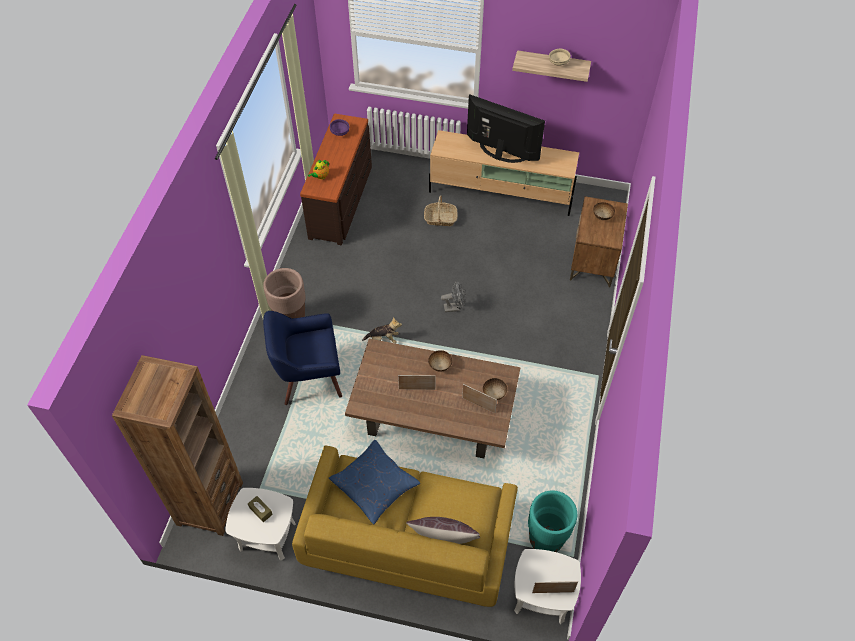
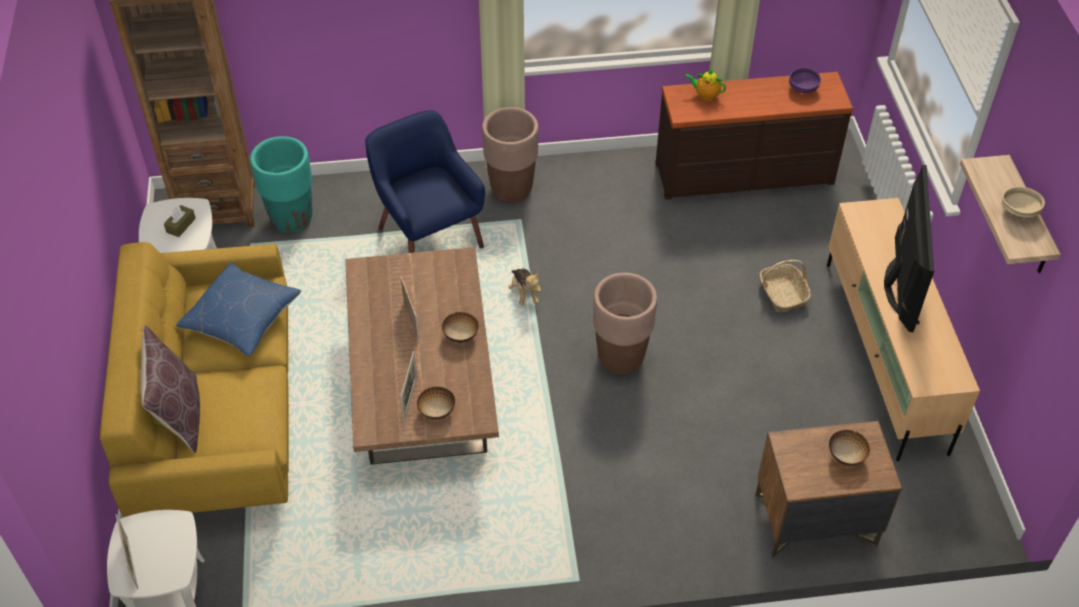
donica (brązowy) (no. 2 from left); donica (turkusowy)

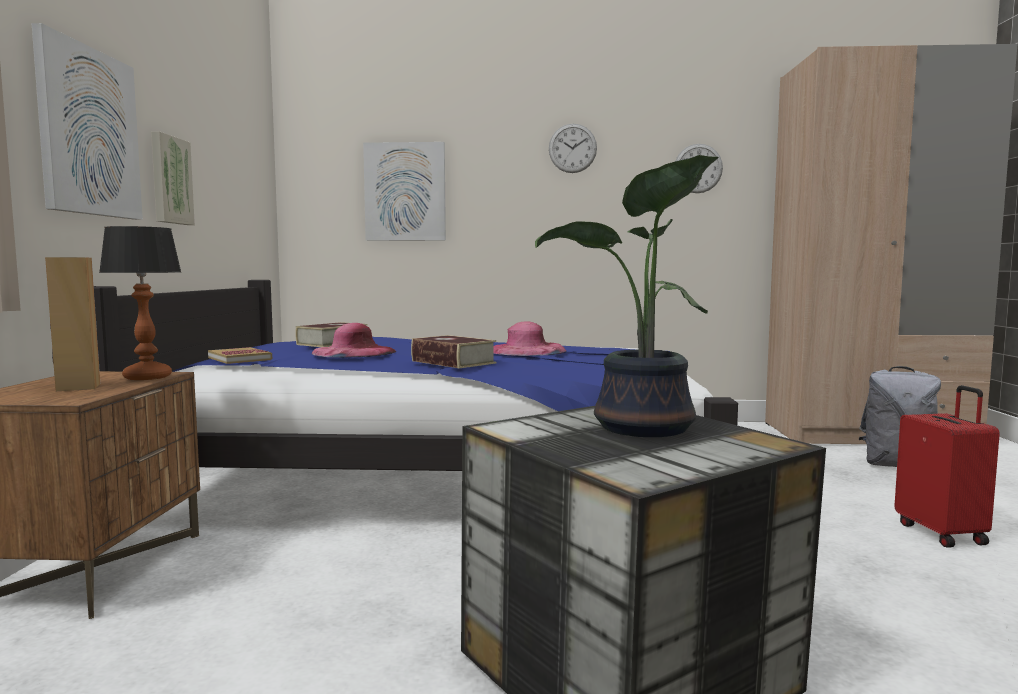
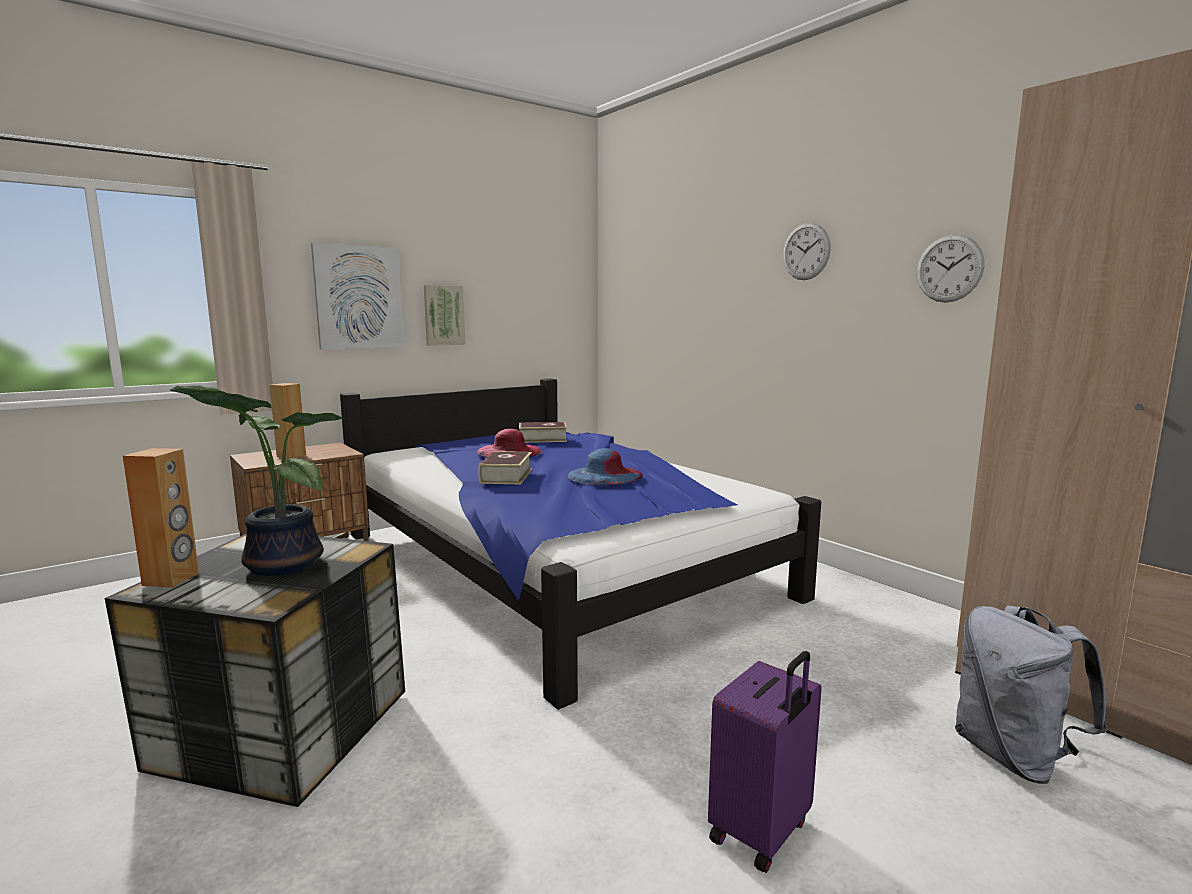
obraz (no. 3 from left in the first image); lampa stołowa; kapelusz (niebieski); książka (no. 1 from left in the first image); walizka (fioletowy); głośnik (brązowy) (no. 1 from left)

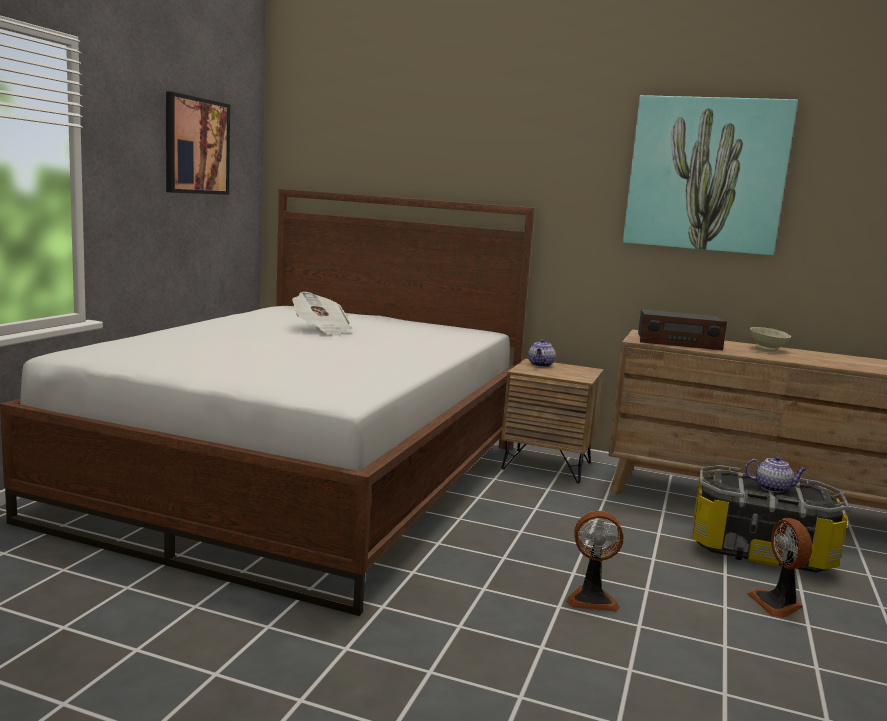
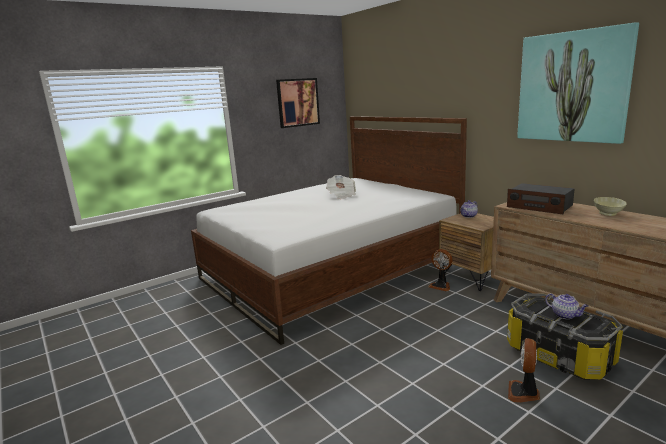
wentylator (no. 1 from left)

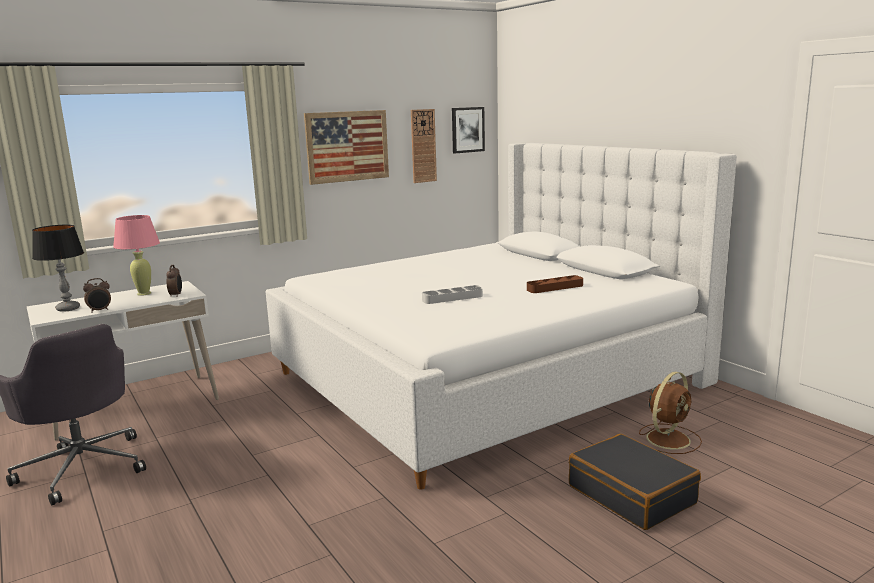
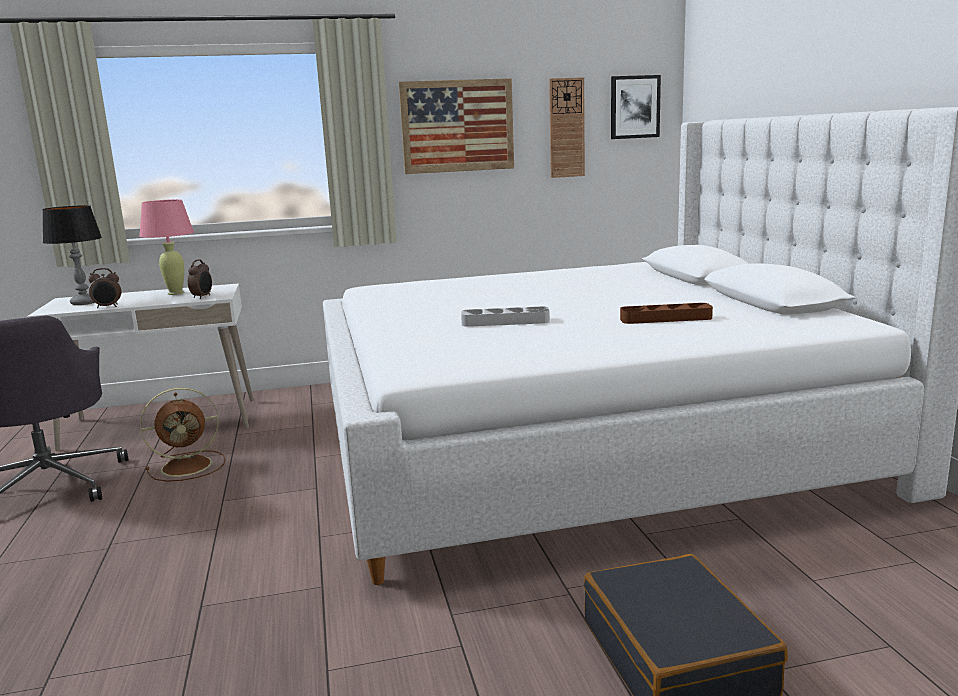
wentylator (brązowy)

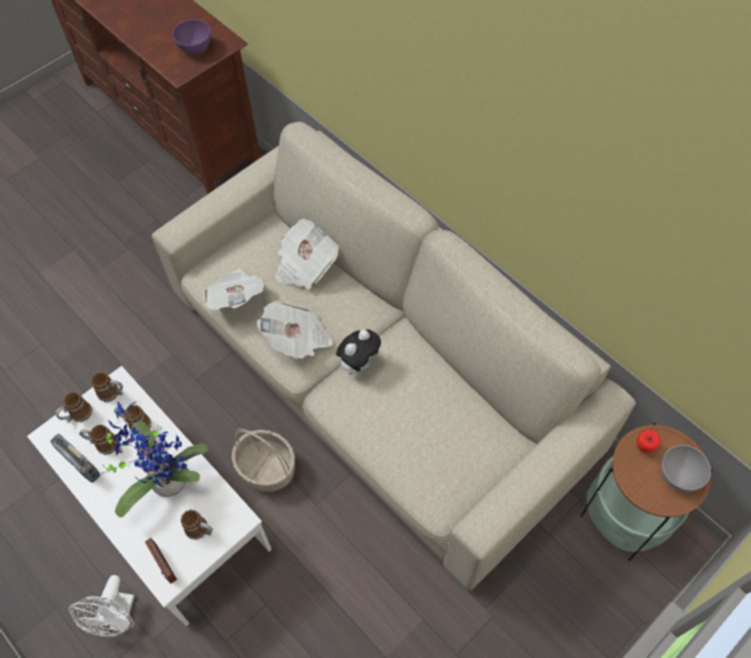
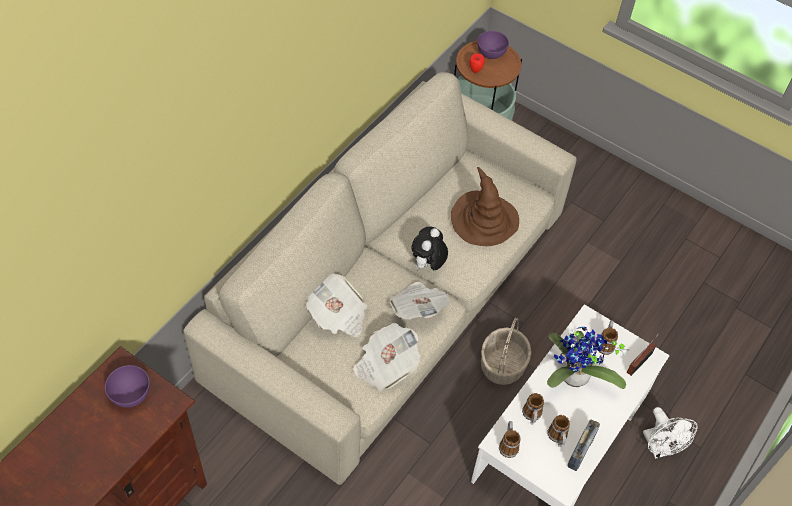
pluszak; kubek (no. 1 from left in the first image); miska (fioletowy) (no. 2 from left); wentylator (biały); kapelusz (brązowy)

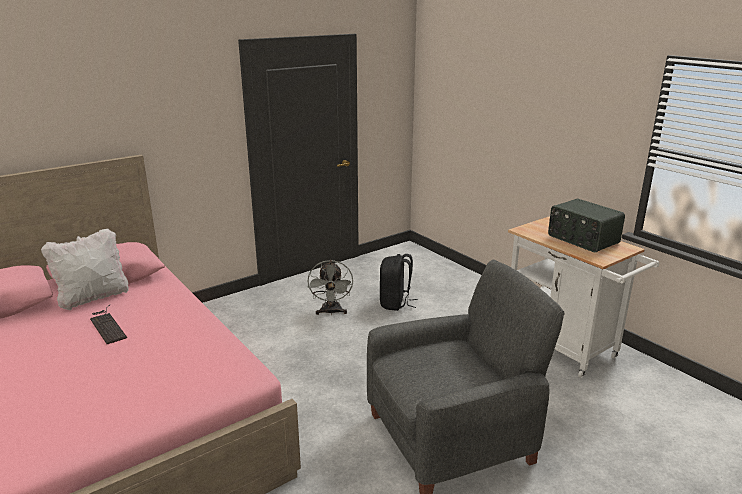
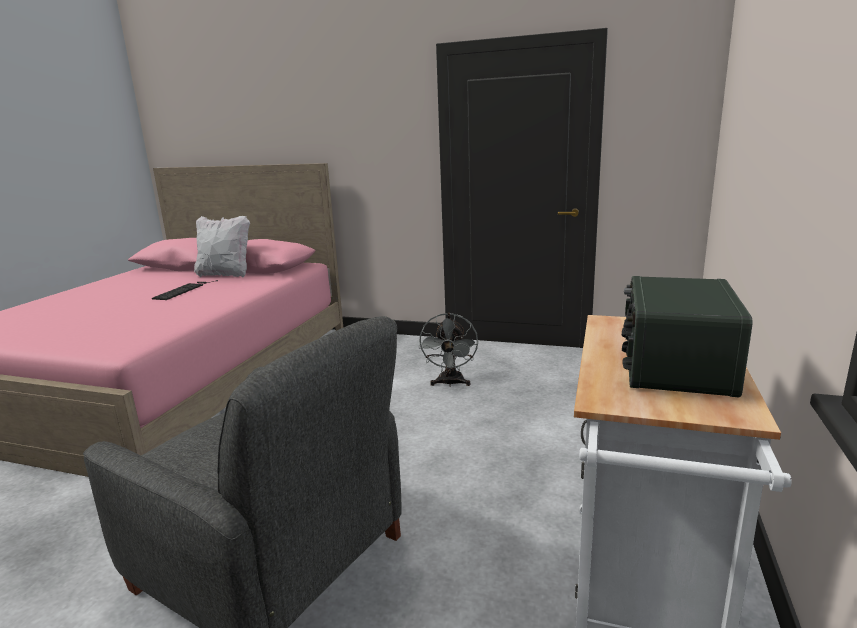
plecak (czarny); wentylator (szary)

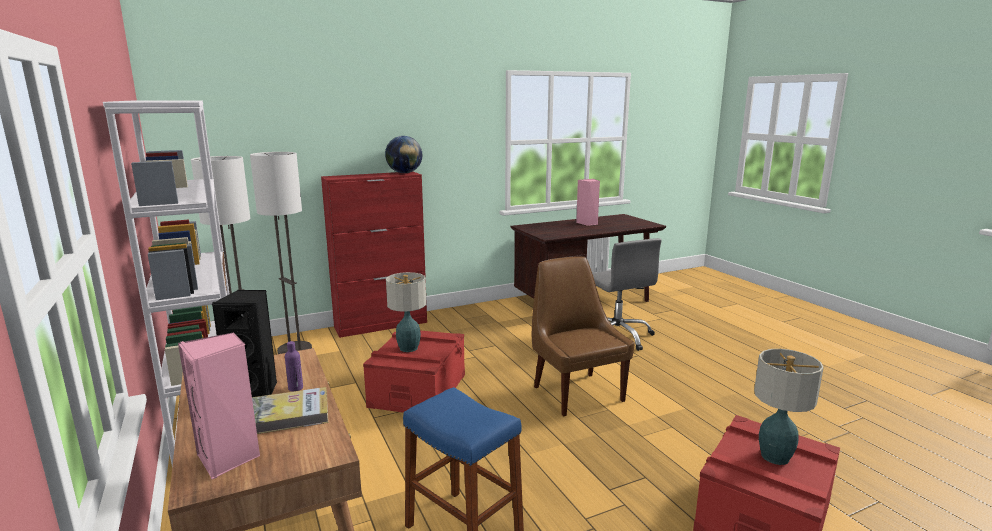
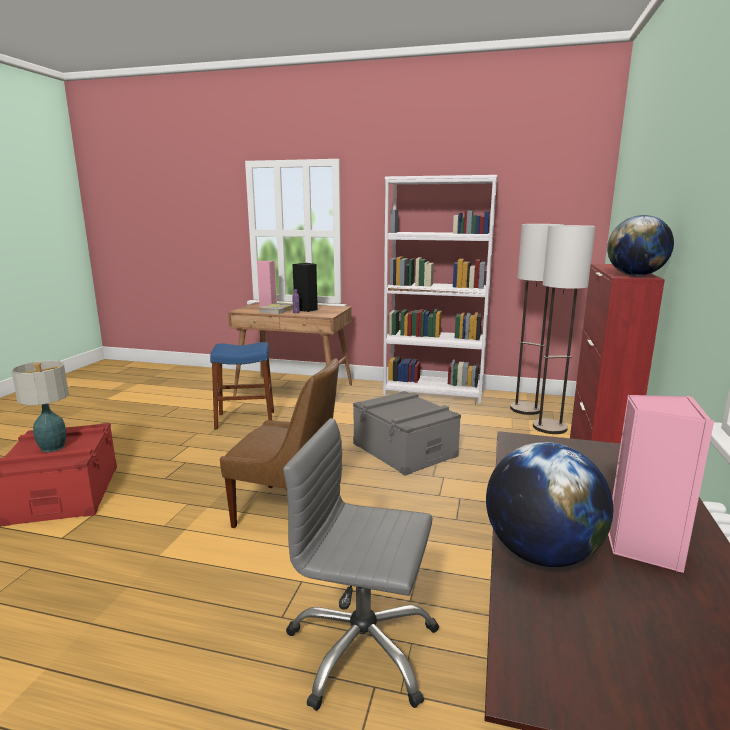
lampa stołowa (no. 1 from left in the first image); pojemnik do przechowywania (szary); globus (no. 1 from left)

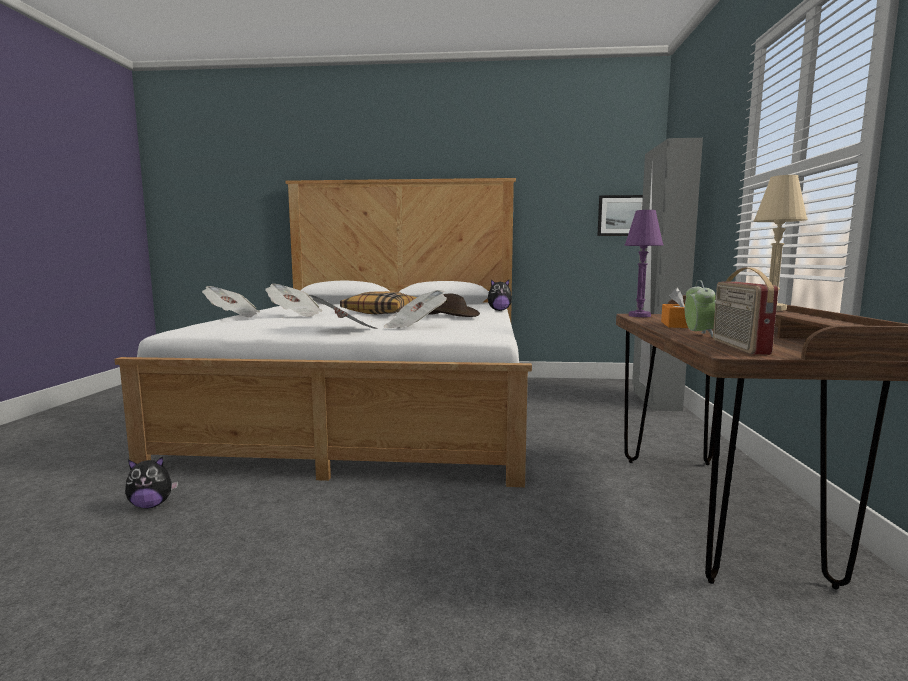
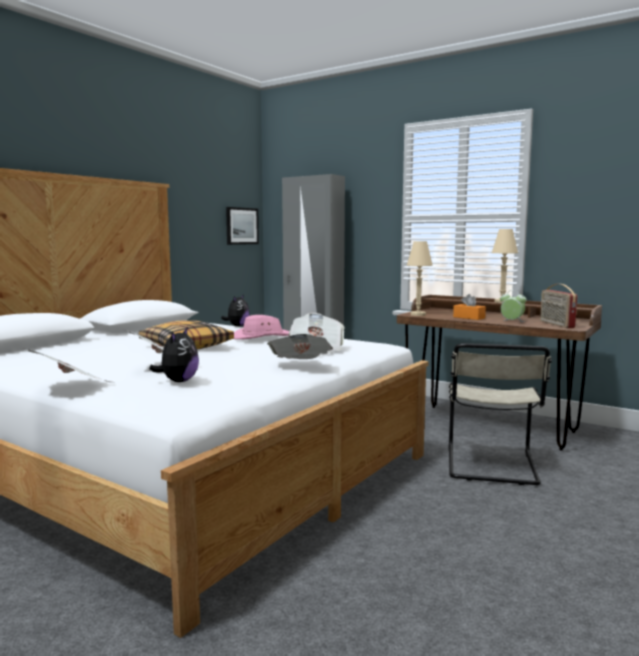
lampa stołowa (beżowy) (no. 1 from left); radio; kapelusz (różowy); pluszak (no. 1 from left); krzesło (beżowy)

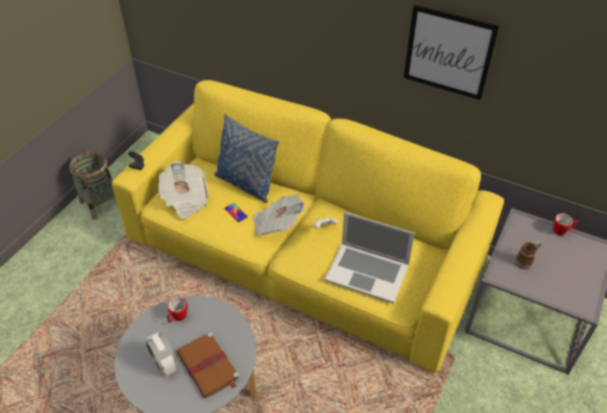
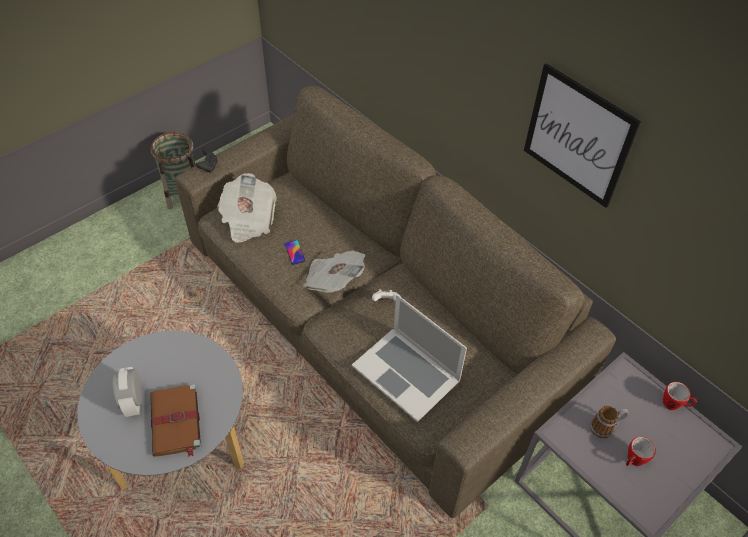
kanapa (brązowy); poduszka (niebieski); kubek (no. 2 from left)

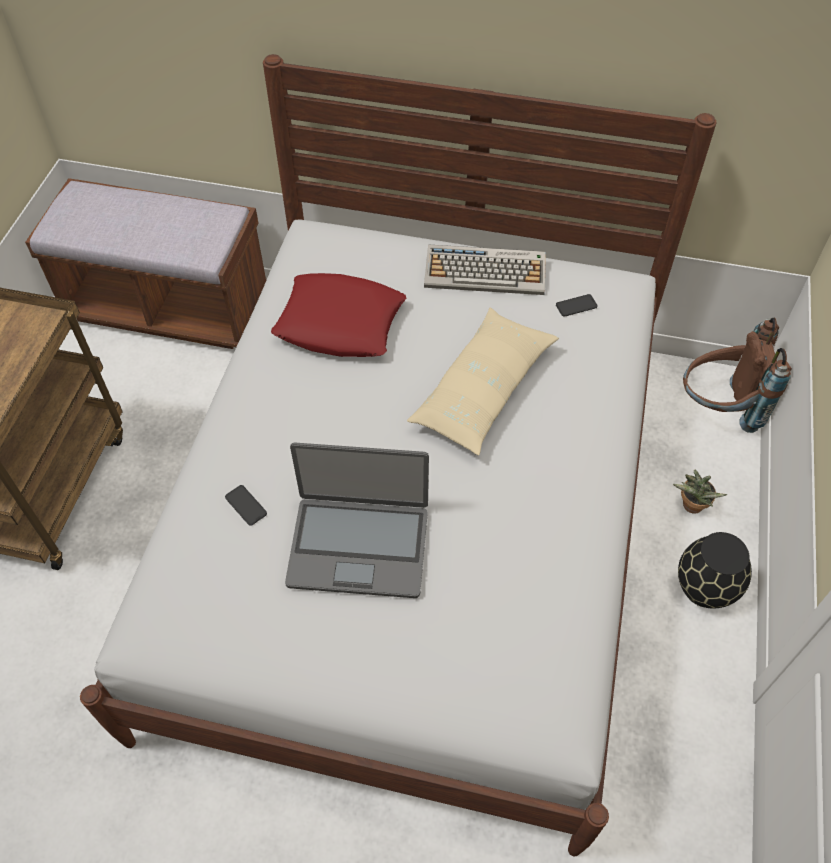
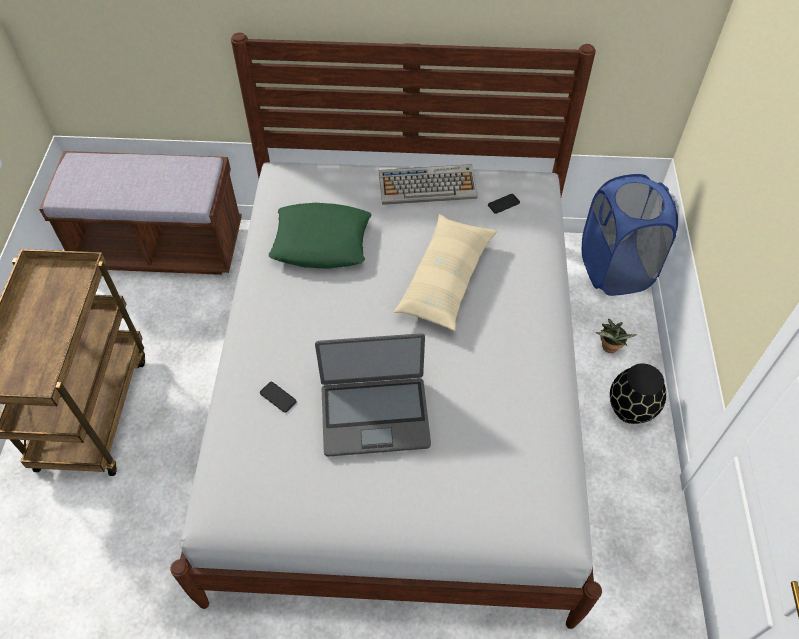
poduszka (zielony); kosz na pranie (niebieski)

